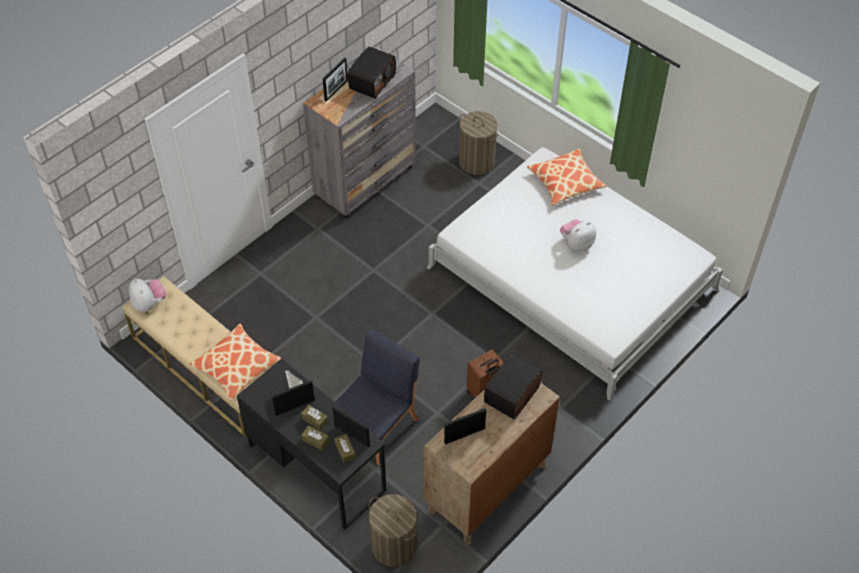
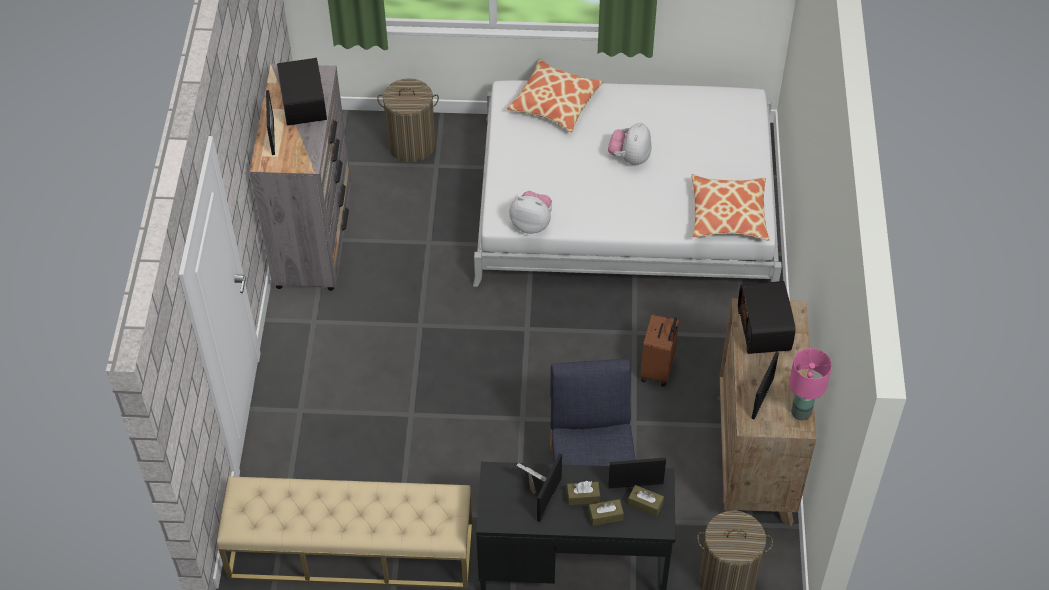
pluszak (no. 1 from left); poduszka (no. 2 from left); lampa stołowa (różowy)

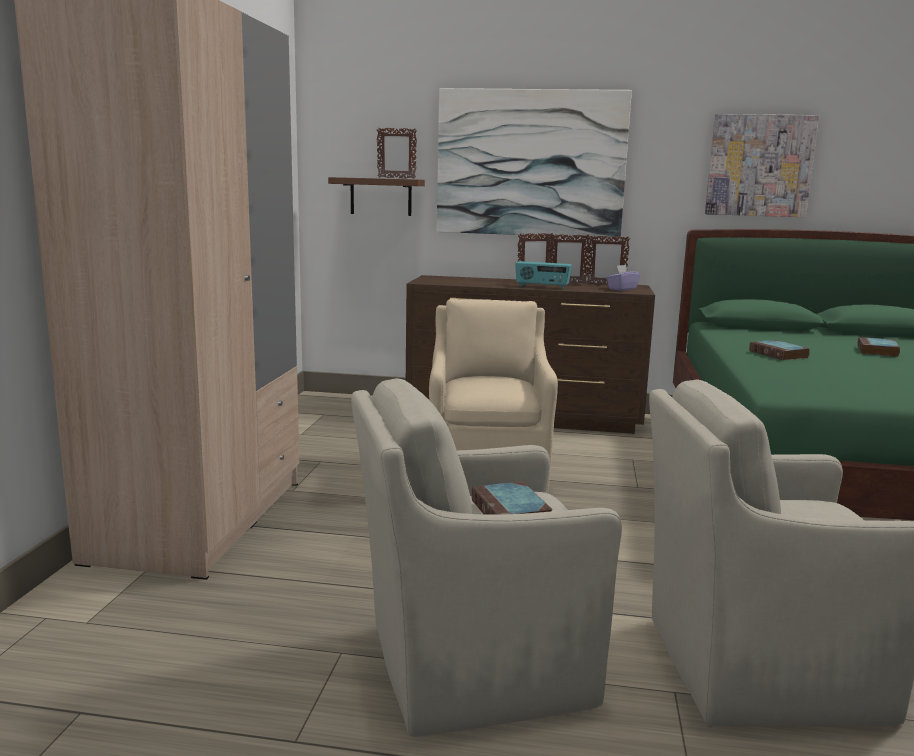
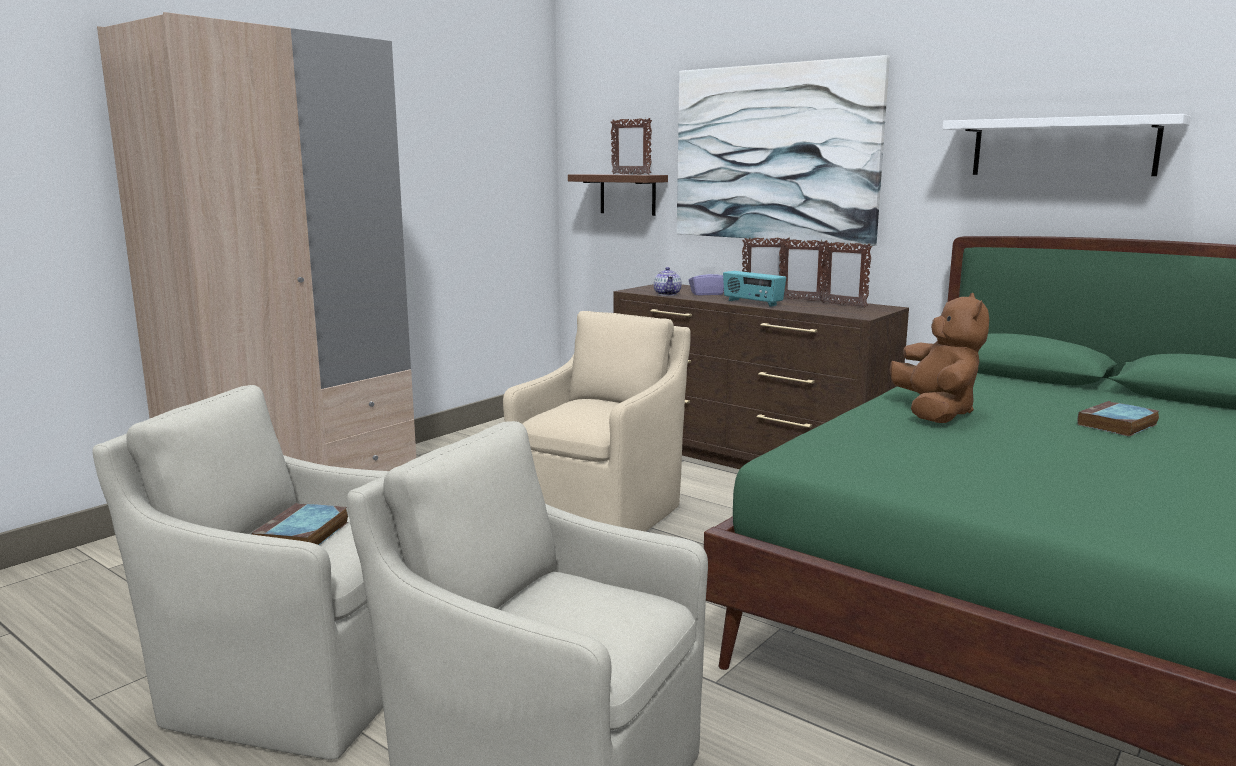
półka (biały); pudełko chusteczek (fioletowy); pluszak (brązowy); imbryk

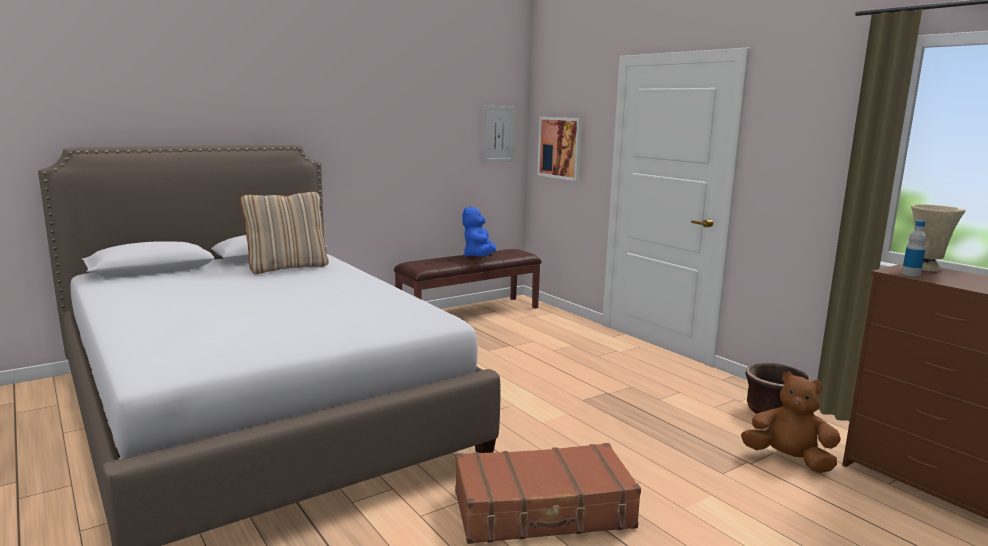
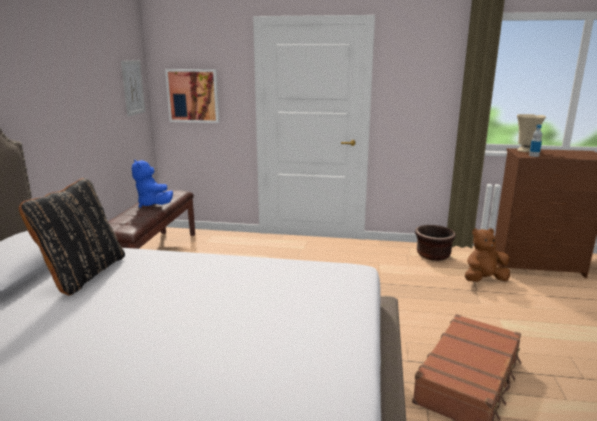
poduszka (czarny)

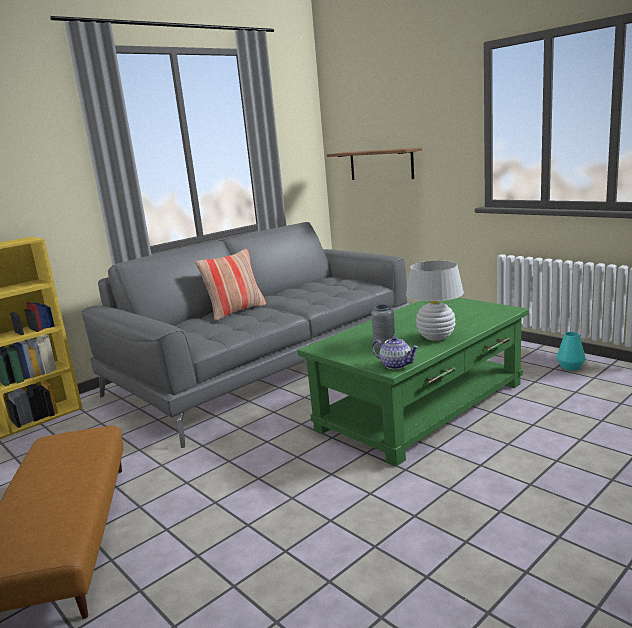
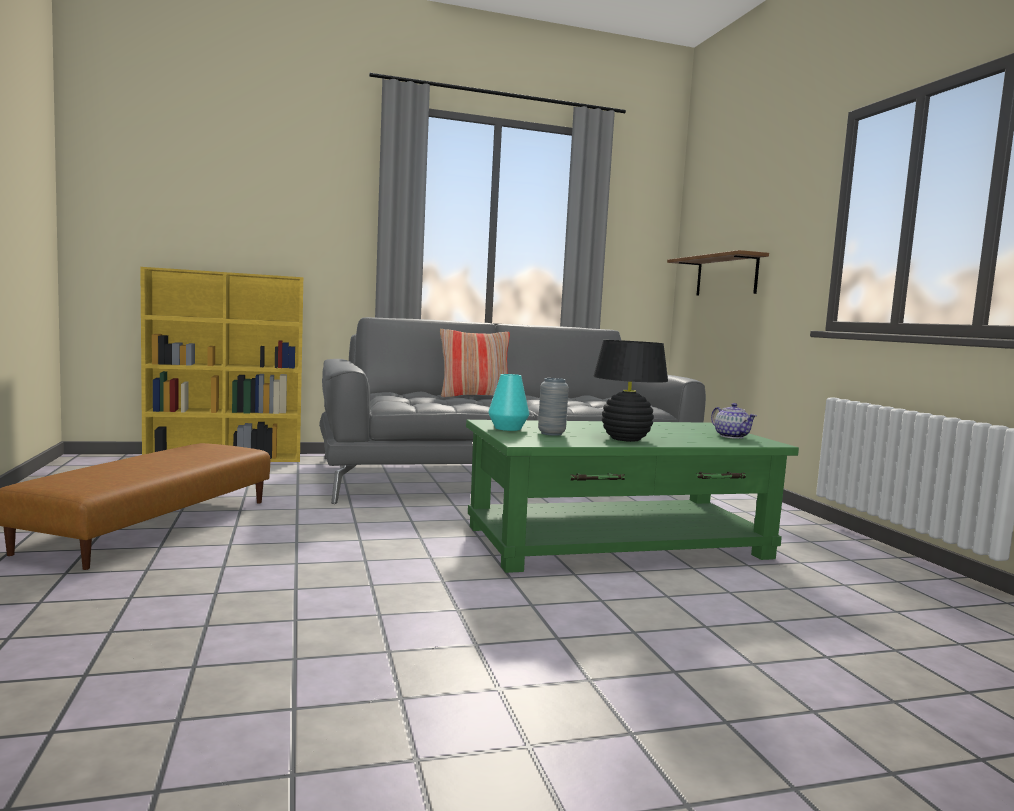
lampa stołowa (czarny); wazon (turkusowy); imbryk

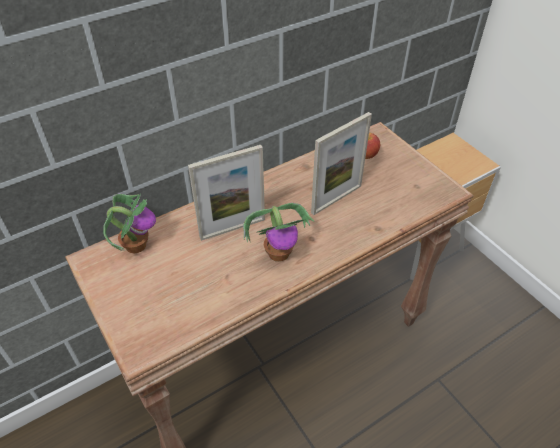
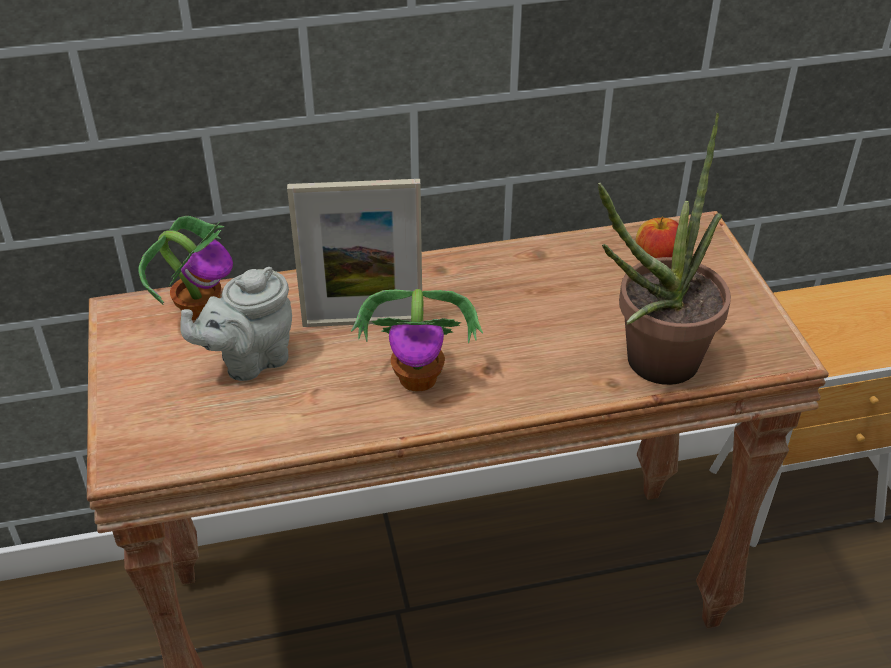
ramka na zdjęcie (no. 2 from left in the first image); roślina doniczkowa (no. 3 from left); imbryk (szary)

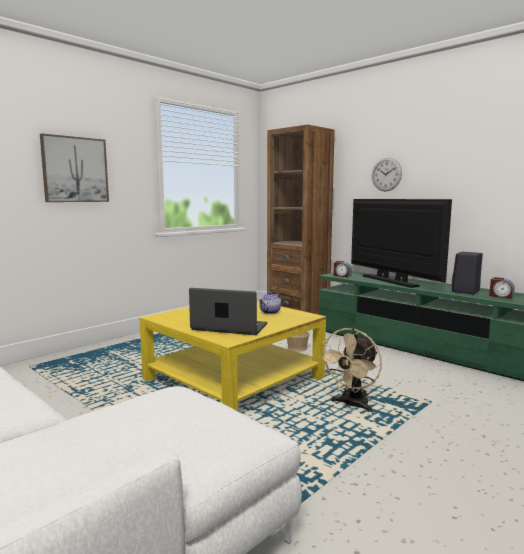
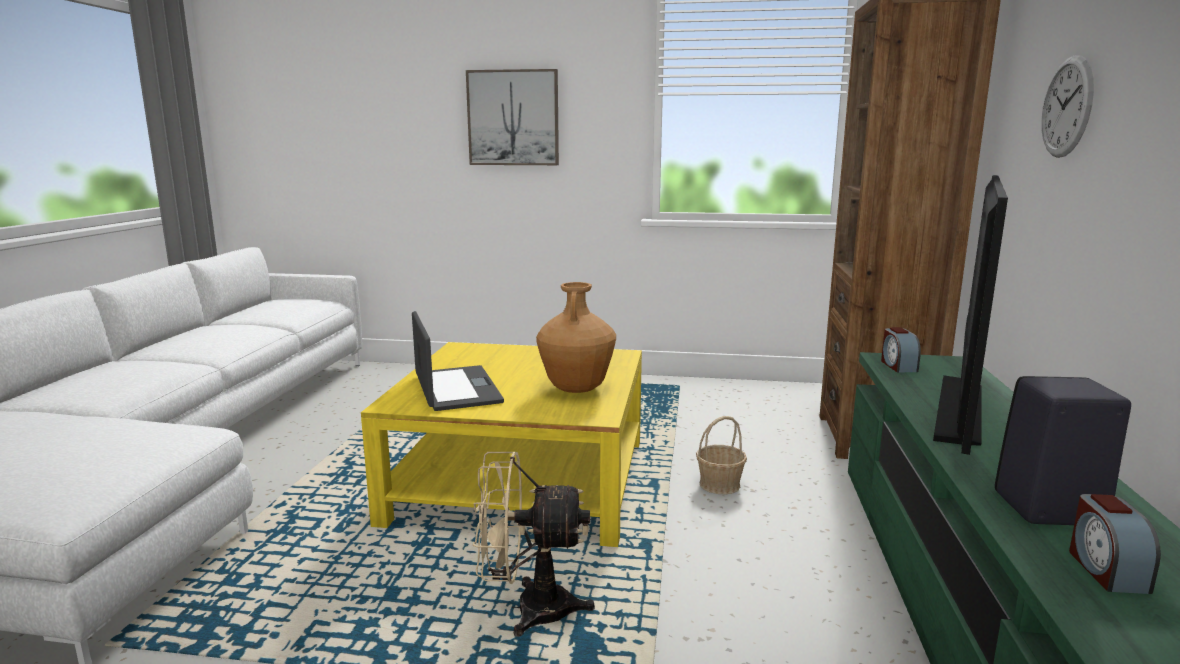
wazon (brązowy)

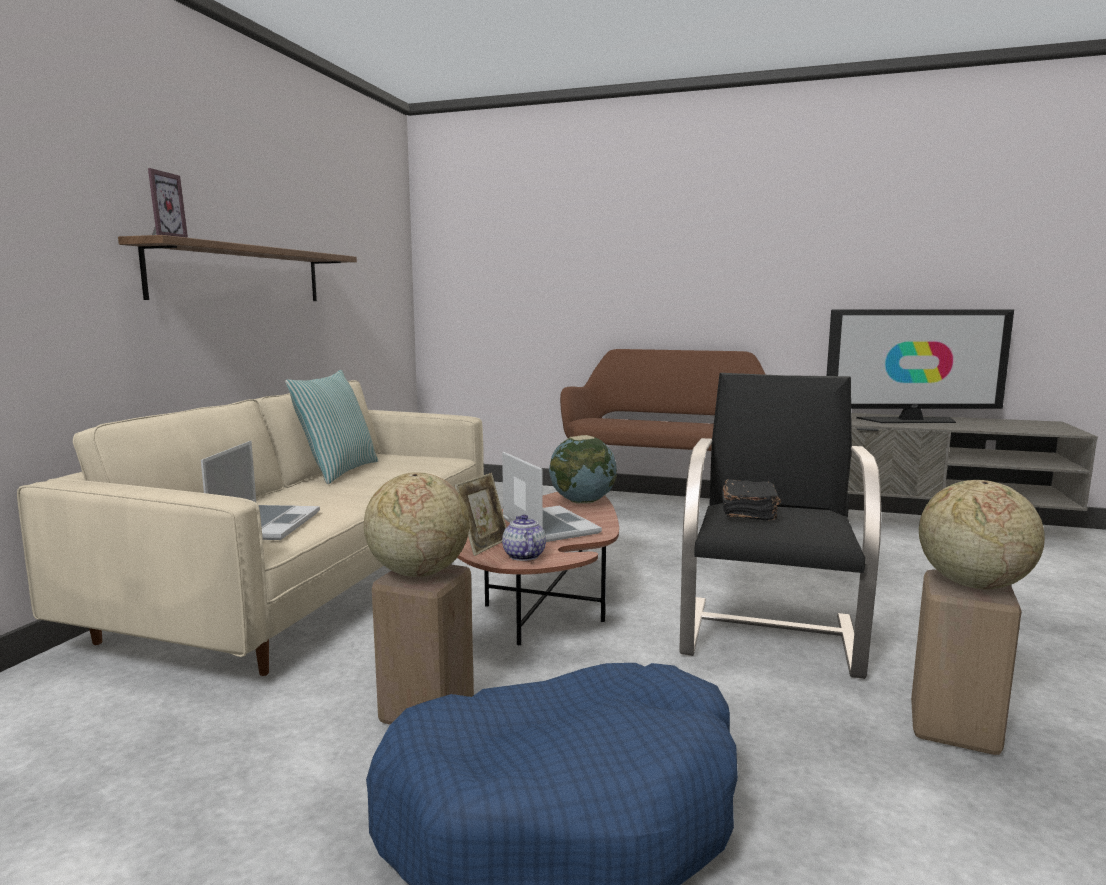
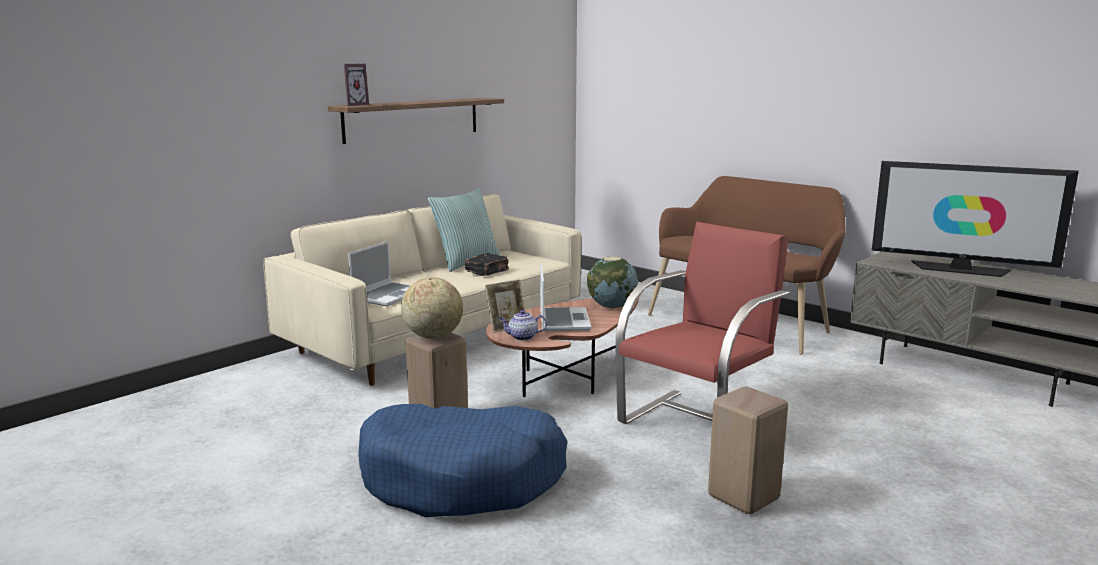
fotel (czerwony); książka (czarny); globus (no. 3 from left in the first image); imbryk

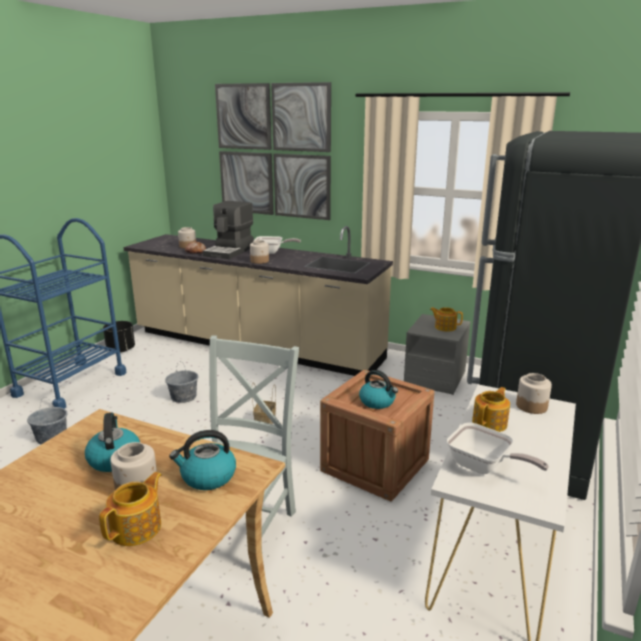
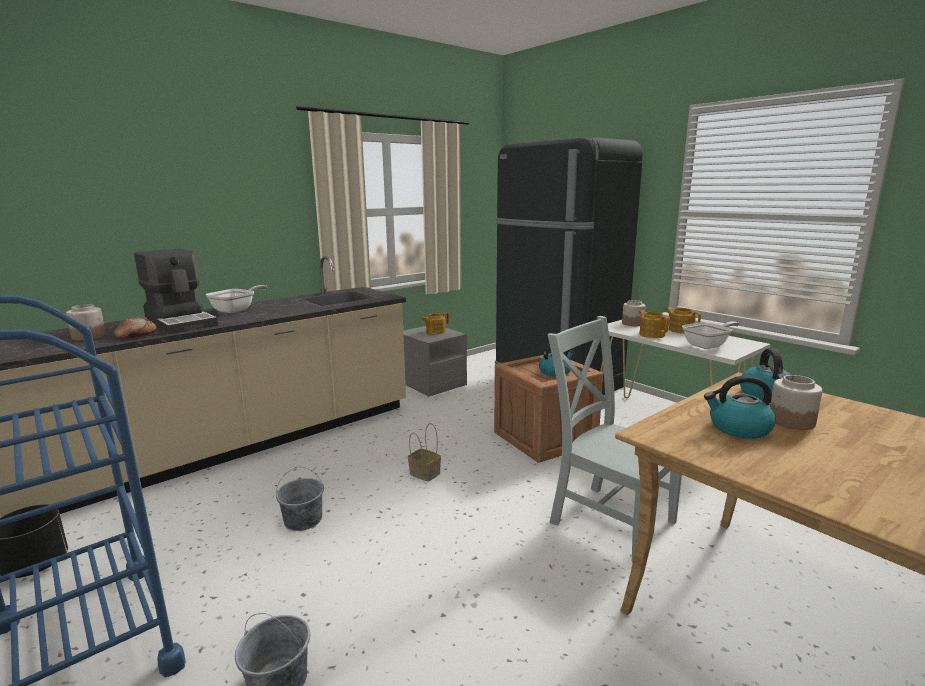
obraz; słoik (no. 3 from left in the first image); imbryk (no. 3 from left)

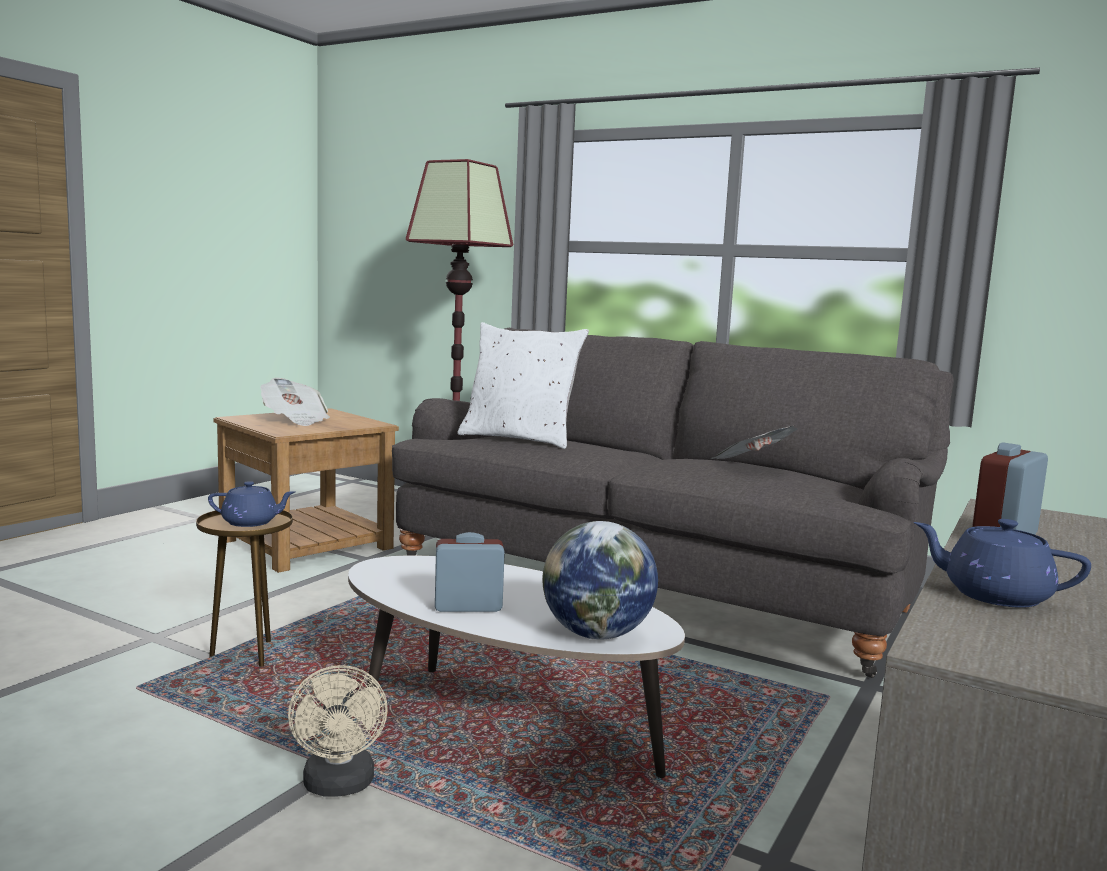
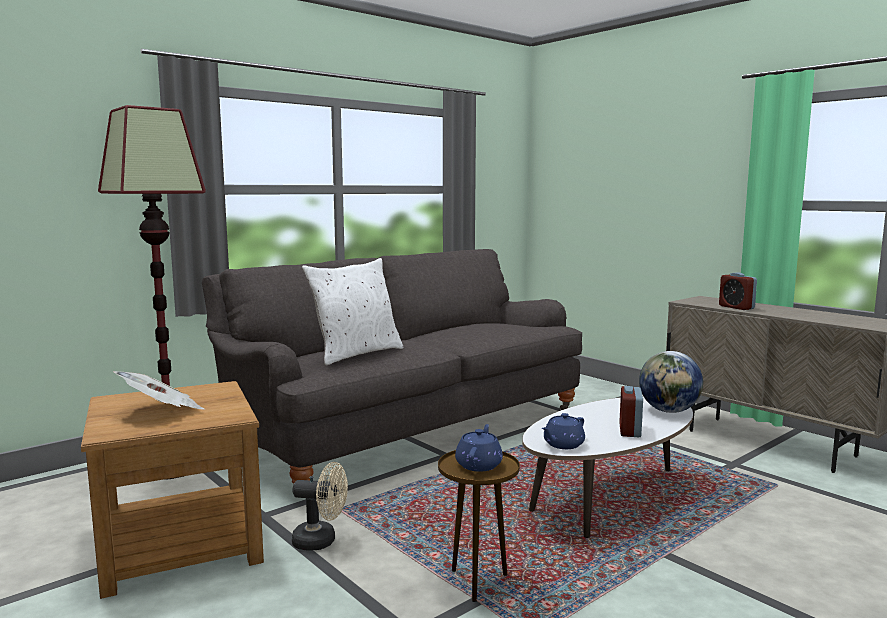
gazeta (no. 2 from left in the first image); imbryk (niebieski) (no. 2 from left); wentylator (beżowy)

